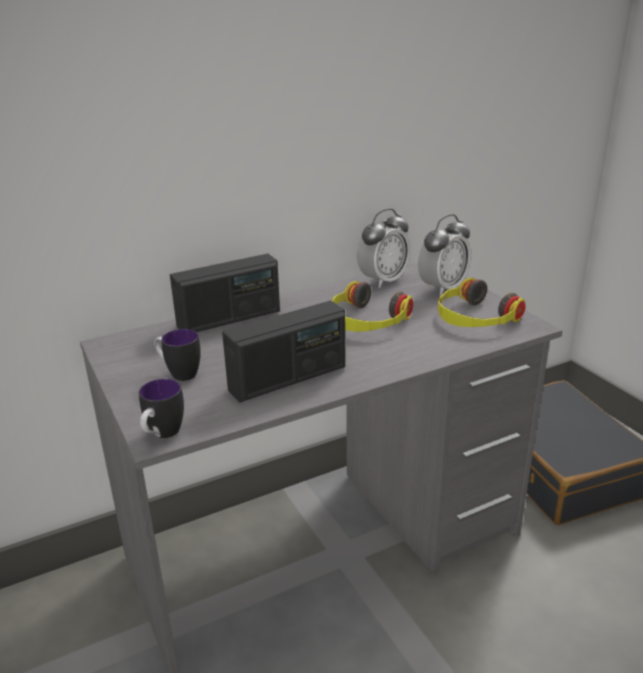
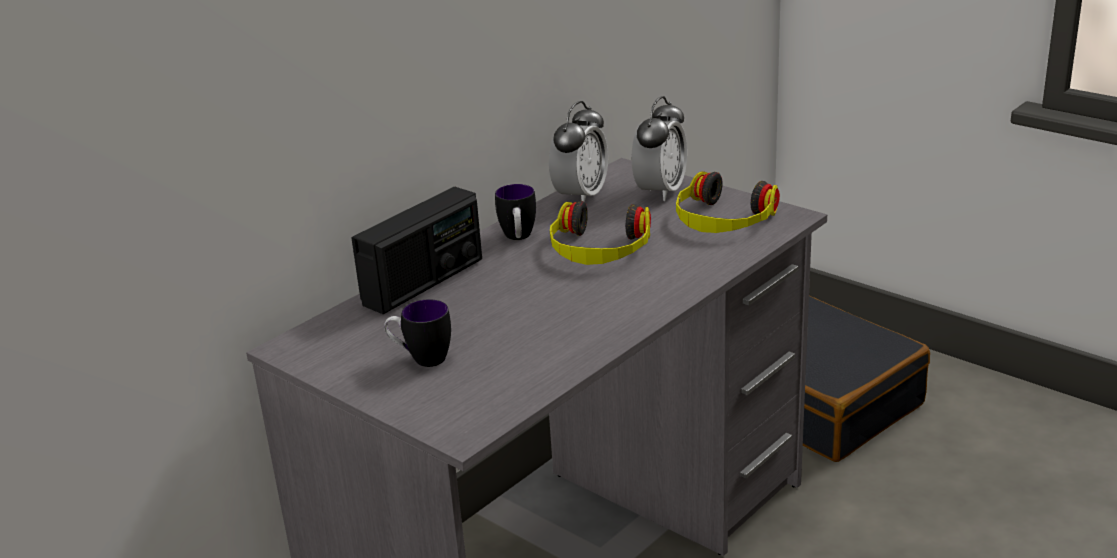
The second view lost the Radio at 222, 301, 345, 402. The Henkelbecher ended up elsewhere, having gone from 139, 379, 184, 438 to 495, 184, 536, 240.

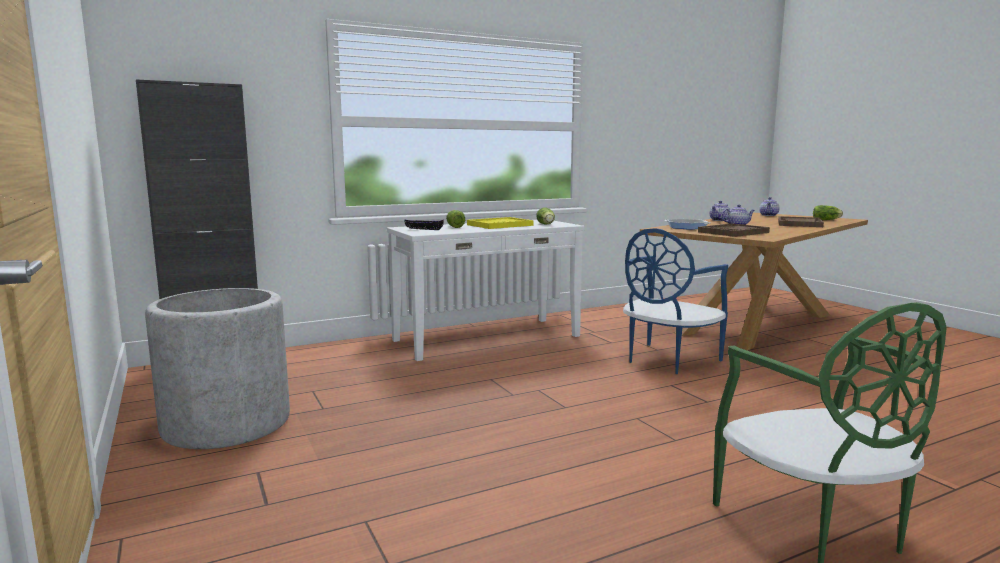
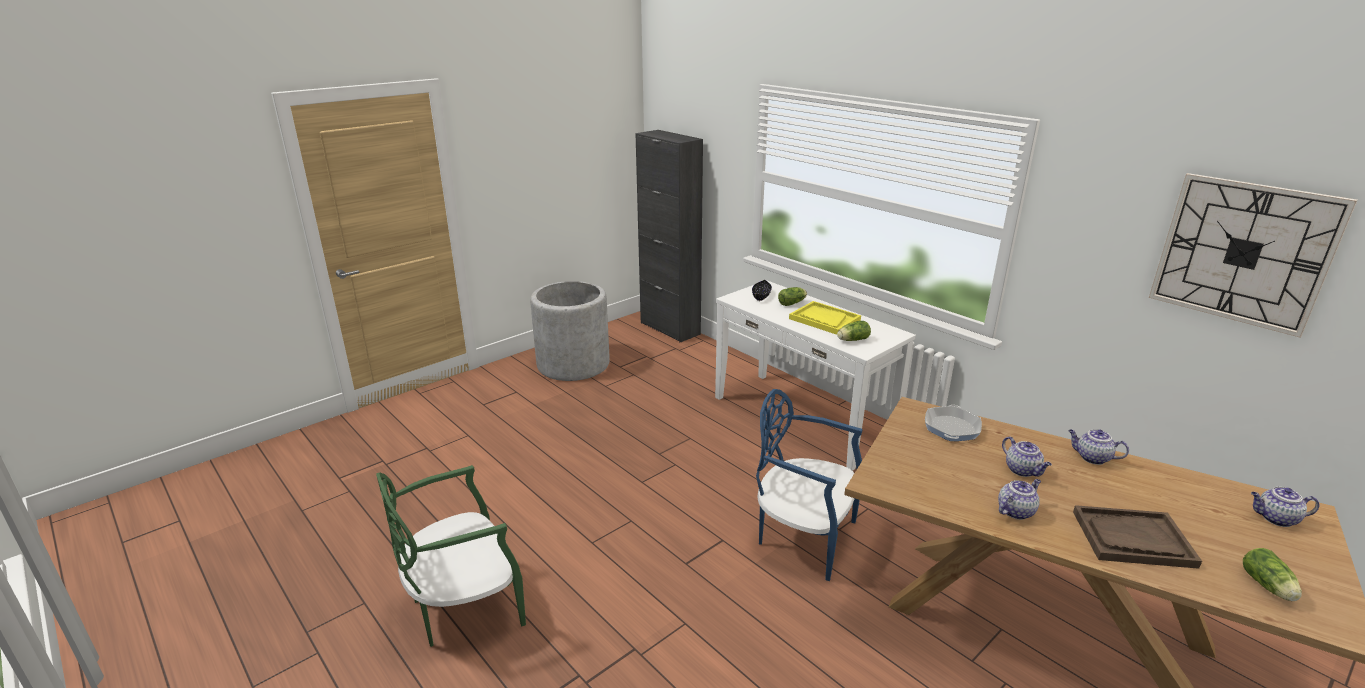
The second view lost the Tablett/braun at 698, 223, 770, 237. The second view gained the Wanduhr at 1149, 173, 1358, 337. The second view gained the Teekanne at 998, 479, 1041, 520.

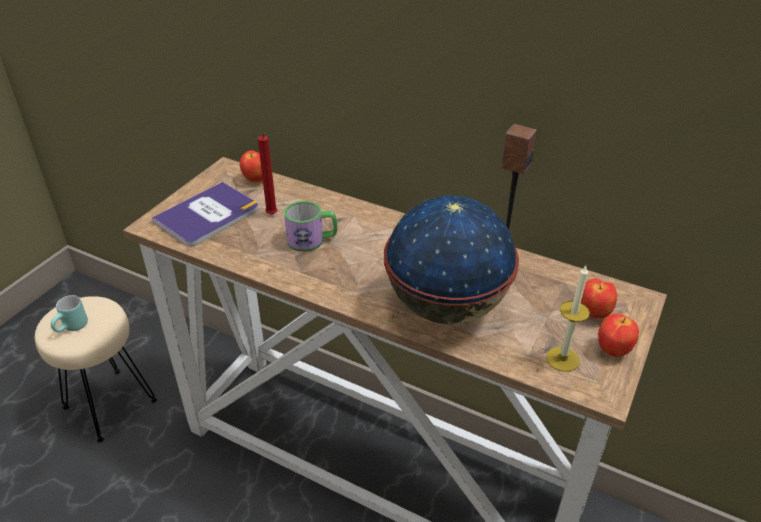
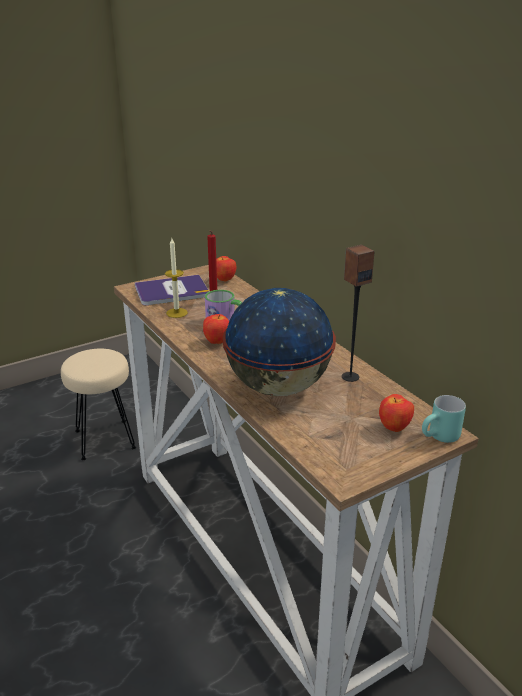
The Kerze ended up elsewhere, having gone from 546, 266, 590, 372 to 165, 238, 188, 318. The Henkelbecher/türkis ended up elsewhere, having gone from 51, 295, 88, 332 to 422, 395, 466, 443. The Apfel ended up elsewhere, having gone from 598, 314, 639, 357 to 203, 314, 229, 344.

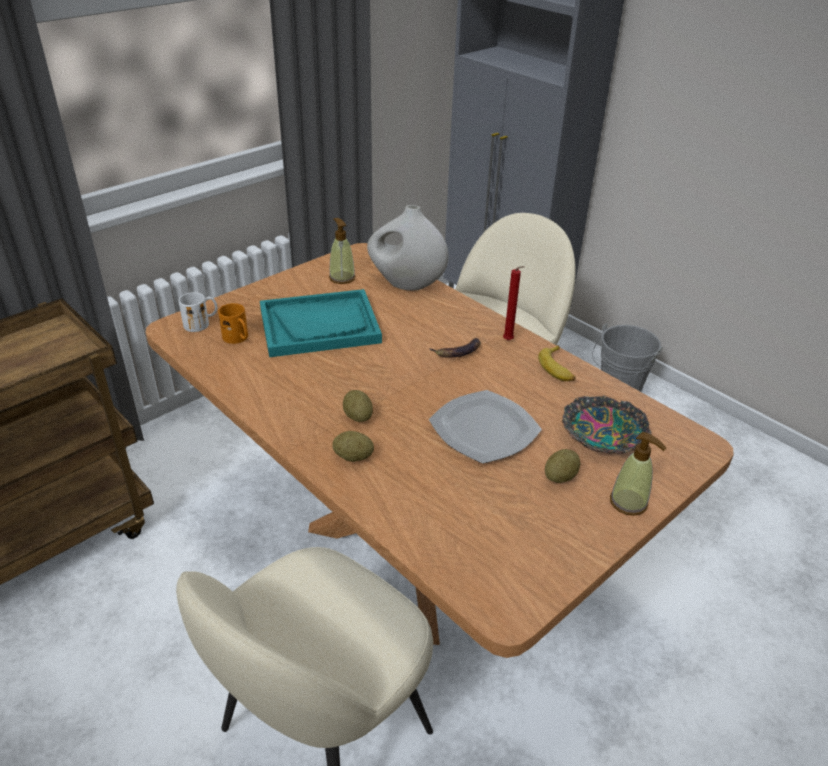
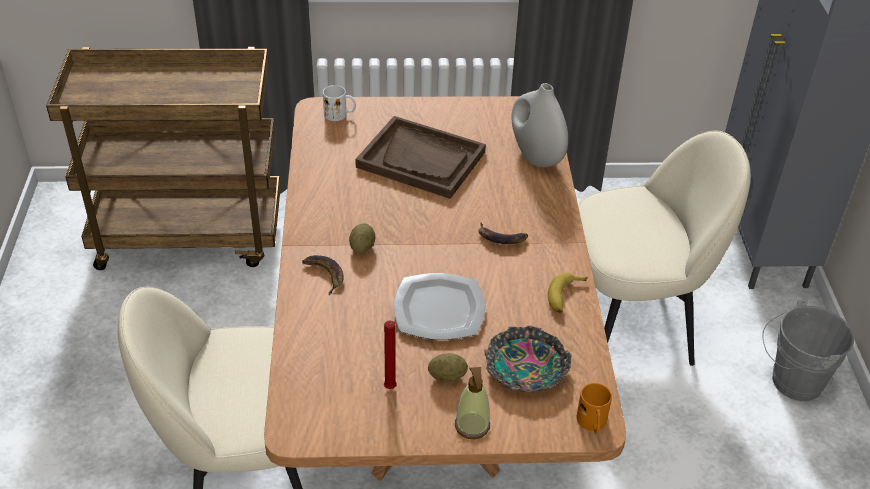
The second view lost the Seifenspender at 329, 218, 355, 284. The Kerze/rot ended up elsewhere, having gone from 503, 266, 525, 340 to 384, 320, 397, 389. What was the Tablett/türkis at 260, 289, 382, 357 turned into the Tablett/braun at 355, 116, 486, 199. The Henkelbecher/orange ended up elsewhere, having gone from 218, 303, 248, 344 to 576, 383, 612, 433. Where the Kartoffel stood at 332, 431, 374, 462, the Banane came to stand at 302, 255, 344, 295.

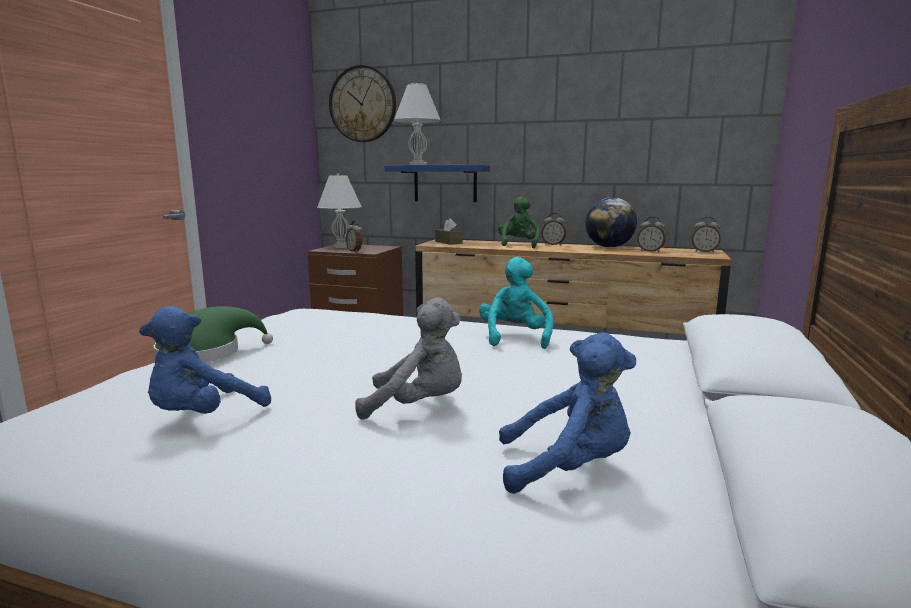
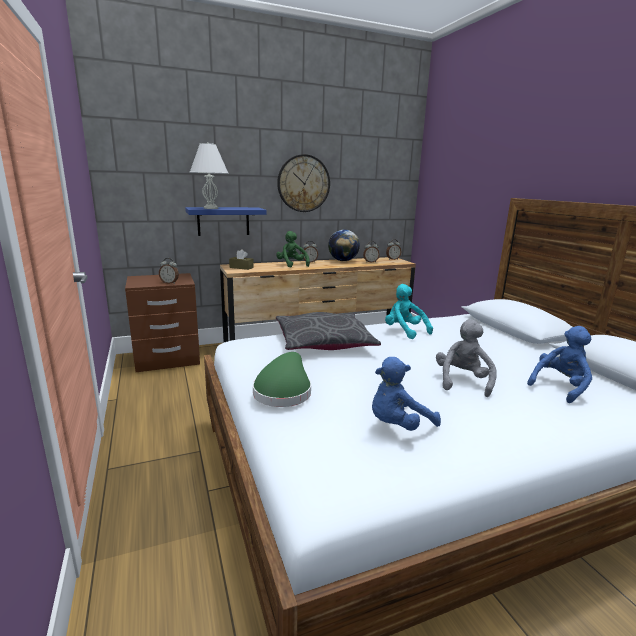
The Wanduhr ended up elsewhere, having gone from 329, 65, 396, 142 to 277, 154, 330, 212. The second view lost the Tischlampe/weiß at 317, 174, 362, 248. The Plüschtier/grau at 355, 298, 462, 420 ended up facing another way, 45 degrees counterclockwise from before. The Plüschtier/blau at 139, 306, 271, 414 ended up facing another way, 60 degrees clockwise from before. The second view gained the Kissen/grau at 276, 312, 381, 350.

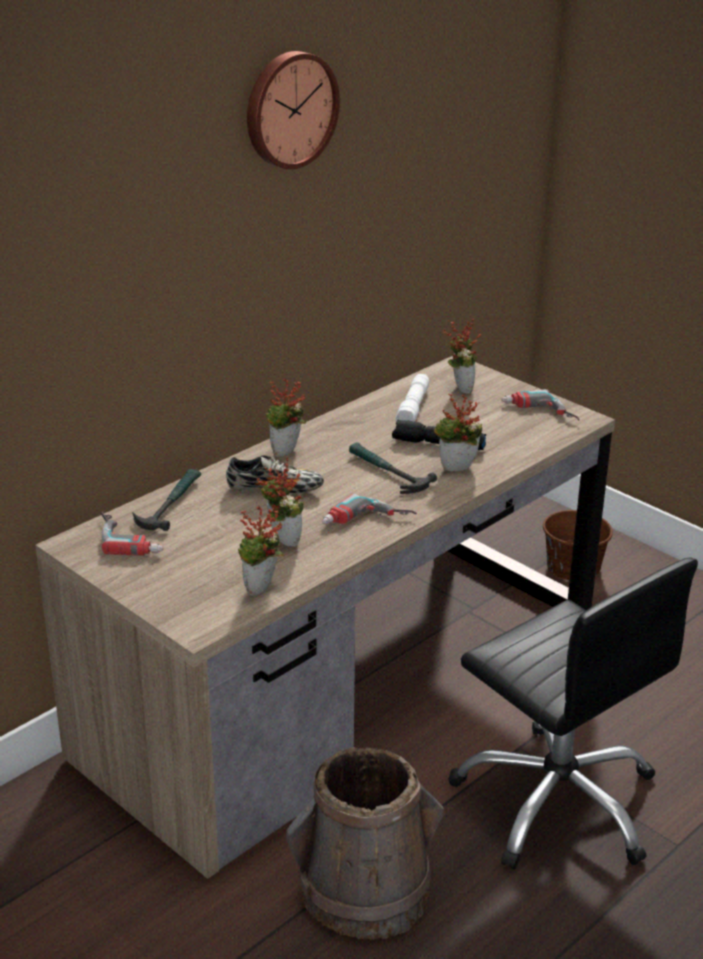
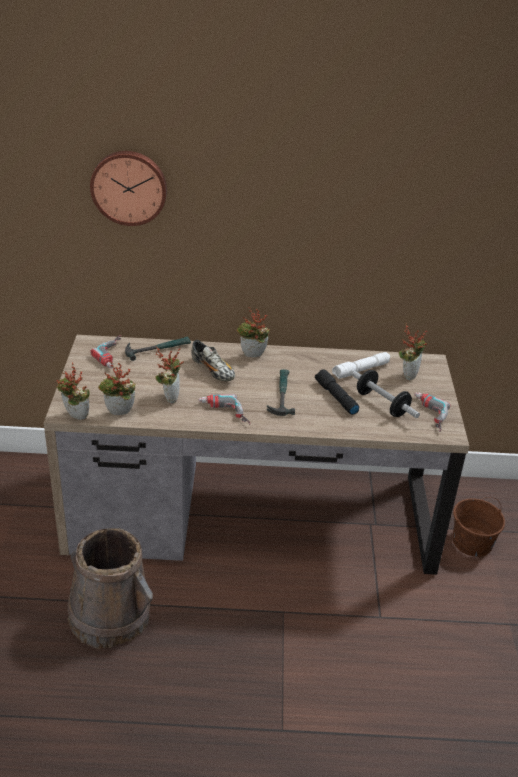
The Wanduhr ended up elsewhere, having gone from 247, 51, 340, 169 to 90, 151, 167, 226. The Topfpflanze ended up elsewhere, having gone from 434, 394, 482, 472 to 57, 362, 90, 420. The second view lost the Bürostuhl/schwarz at 448, 557, 698, 870. The second view gained the Hantel at 350, 370, 420, 418.

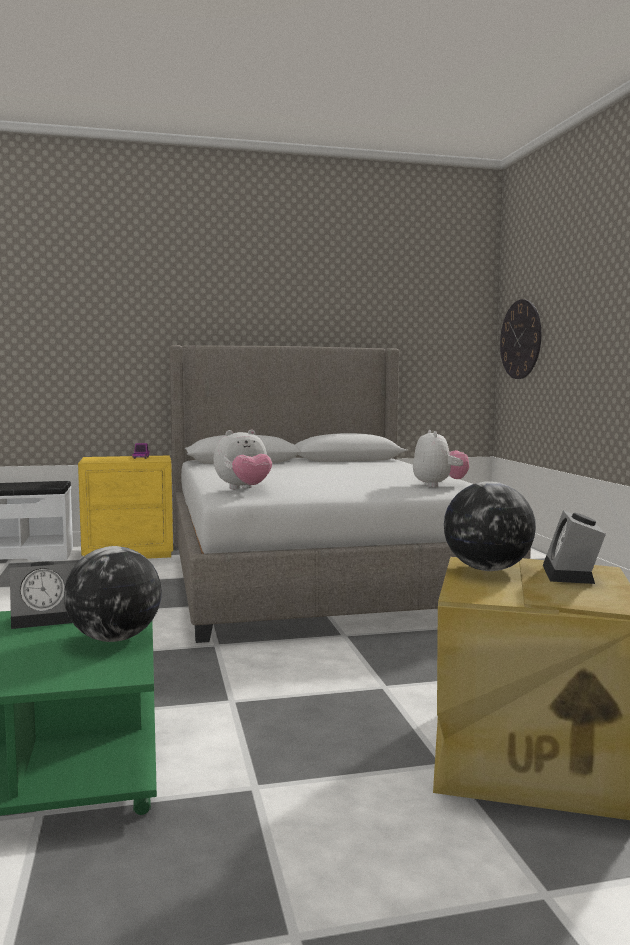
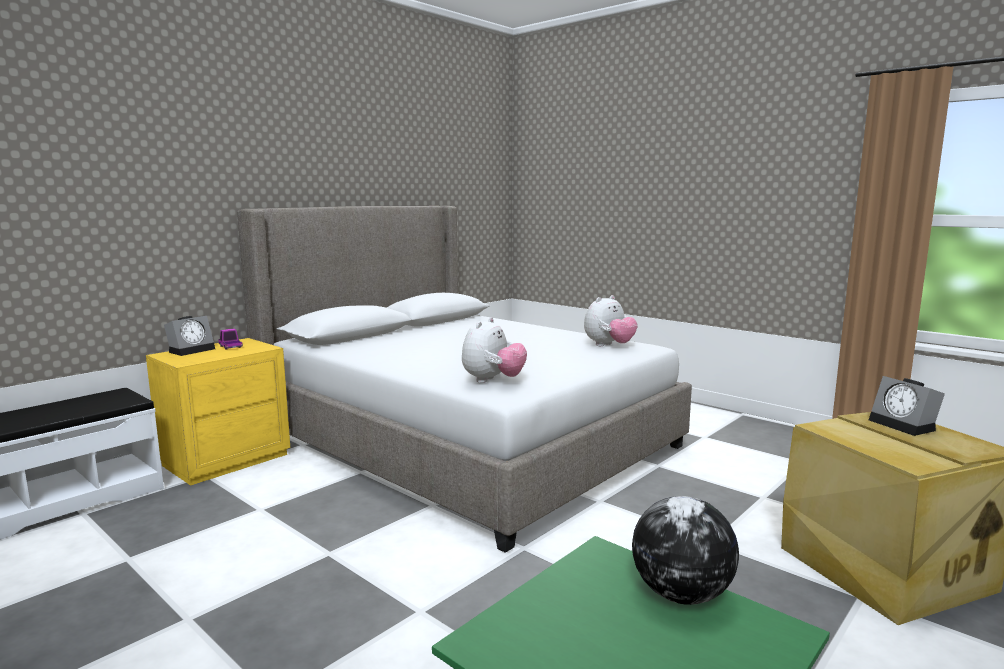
The second view lost the Wanduhr at 500, 299, 541, 379. The Plüschtier at 413, 430, 469, 487 ended up facing another way, 90 degrees clockwise from before. The second view lost the Globus at 444, 481, 536, 571. The Wecker ended up elsewhere, having gone from 10, 561, 74, 629 to 164, 316, 215, 356.

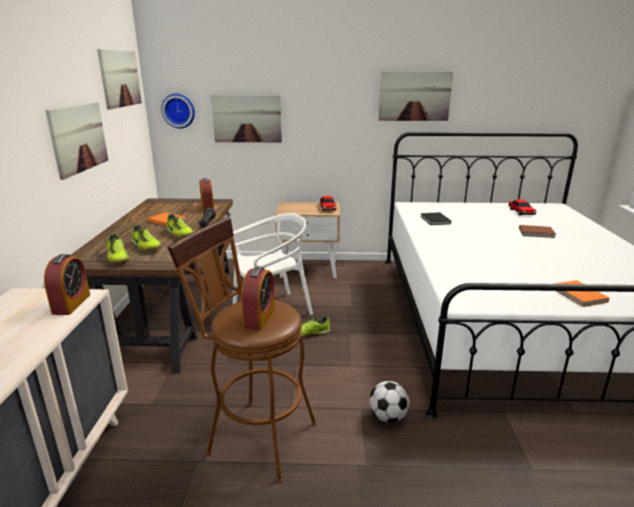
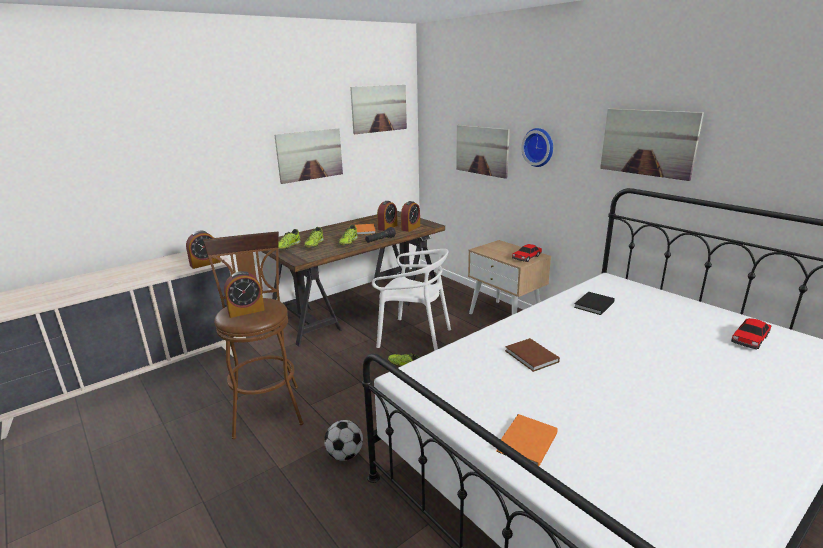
The Wanduhr ended up elsewhere, having gone from 161, 94, 195, 128 to 521, 128, 553, 167. The Buch/braun ended up elsewhere, having gone from 519, 225, 556, 238 to 505, 338, 560, 372. The second view gained the Wecker at 377, 201, 397, 231.

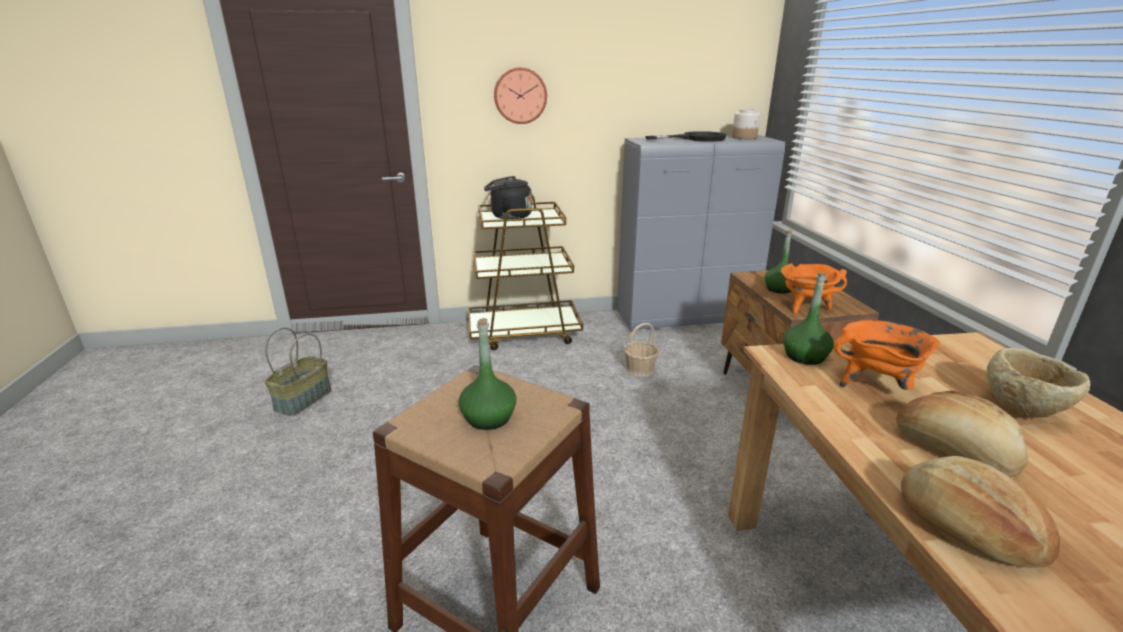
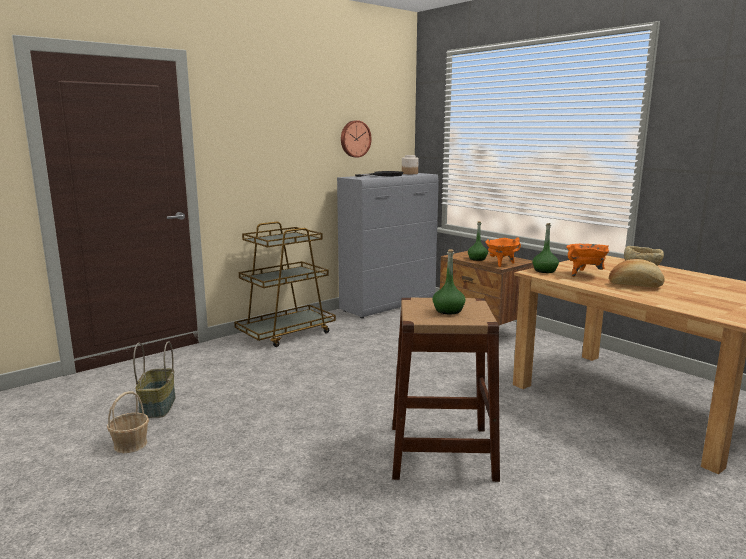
The Wanduhr ended up elsewhere, having gone from 494, 67, 547, 124 to 341, 120, 372, 158. The second view lost the Wasserkessel/schwarz at 484, 176, 532, 219. The Korb ended up elsewhere, having gone from 624, 323, 659, 377 to 107, 391, 149, 453. The second view lost the Brot at 901, 456, 1060, 568.

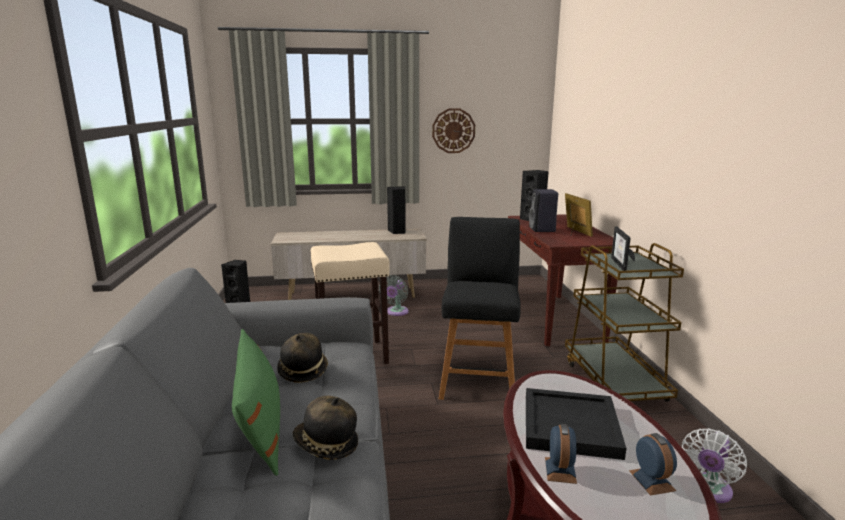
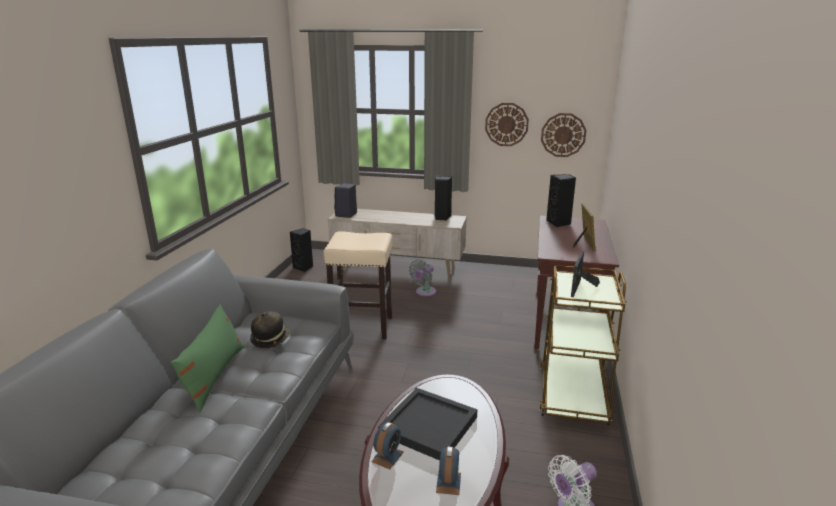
The Lautsprecher/schwarz ended up elsewhere, having gone from 529, 189, 558, 232 to 334, 183, 357, 218. The second view lost the Hocker/schwarz at 439, 217, 521, 400. The second view lost the Hut at 293, 396, 358, 460. The second view gained the Wanduhr at 541, 113, 586, 157.

